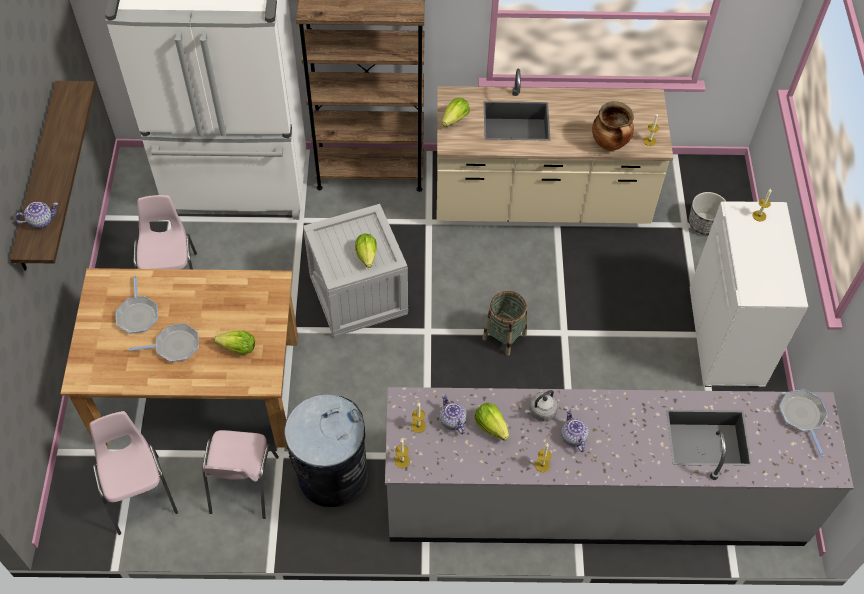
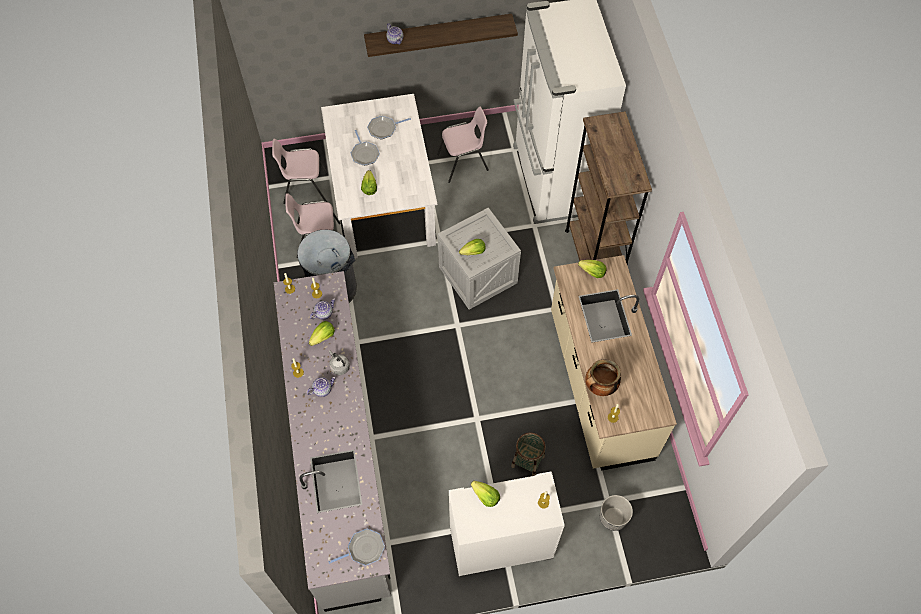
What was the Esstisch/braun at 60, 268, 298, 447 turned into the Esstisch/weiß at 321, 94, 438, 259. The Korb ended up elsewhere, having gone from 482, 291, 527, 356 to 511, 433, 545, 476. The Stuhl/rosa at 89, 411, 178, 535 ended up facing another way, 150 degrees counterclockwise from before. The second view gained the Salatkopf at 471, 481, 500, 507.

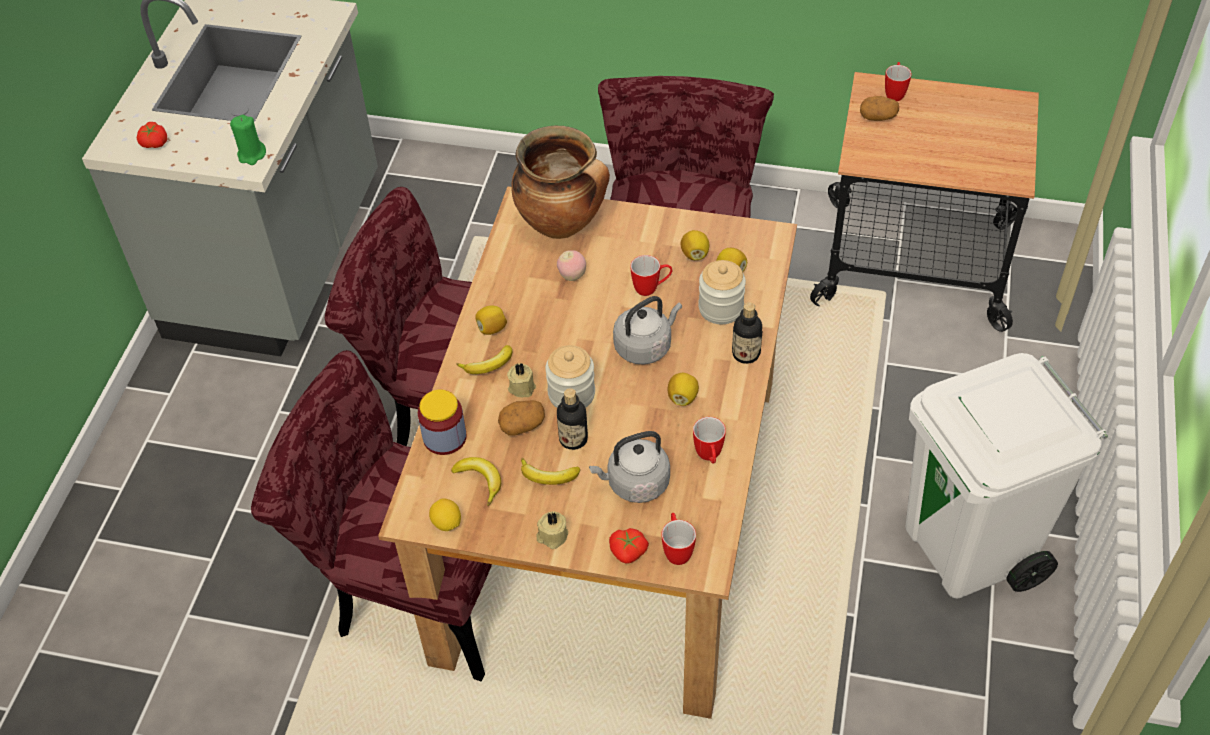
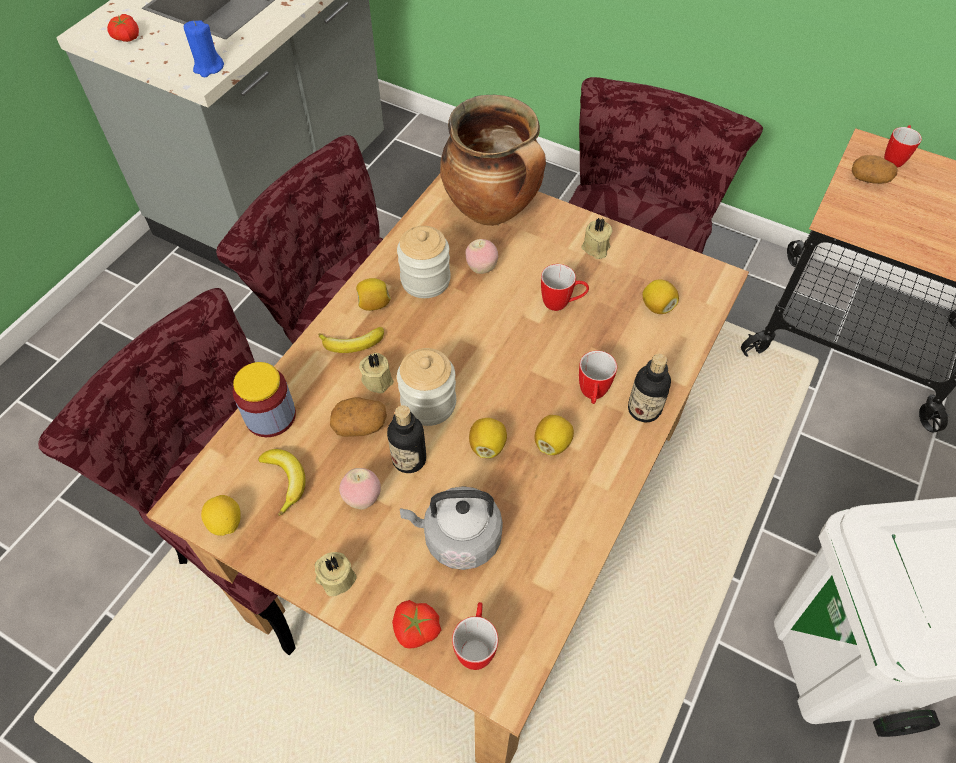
What was the Kerze/grün at 230, 115, 266, 165 turned into the Kerze/blau at 184, 20, 224, 78. The Zitrone ended up elsewhere, having gone from 680, 230, 709, 260 to 469, 418, 507, 458. The Vorratsglas ended up elsewhere, having gone from 698, 260, 746, 324 to 397, 226, 451, 298. The second view lost the Wasserkessel/grau at 613, 296, 682, 365. The Henkelbecher ended up elsewhere, having gone from 693, 417, 726, 464 to 579, 350, 617, 404. Where the Banane stood at 521, 458, 580, 485, the Apfel came to stand at 339, 468, 381, 510. The second view gained the Kerze/beige at 582, 218, 613, 259.

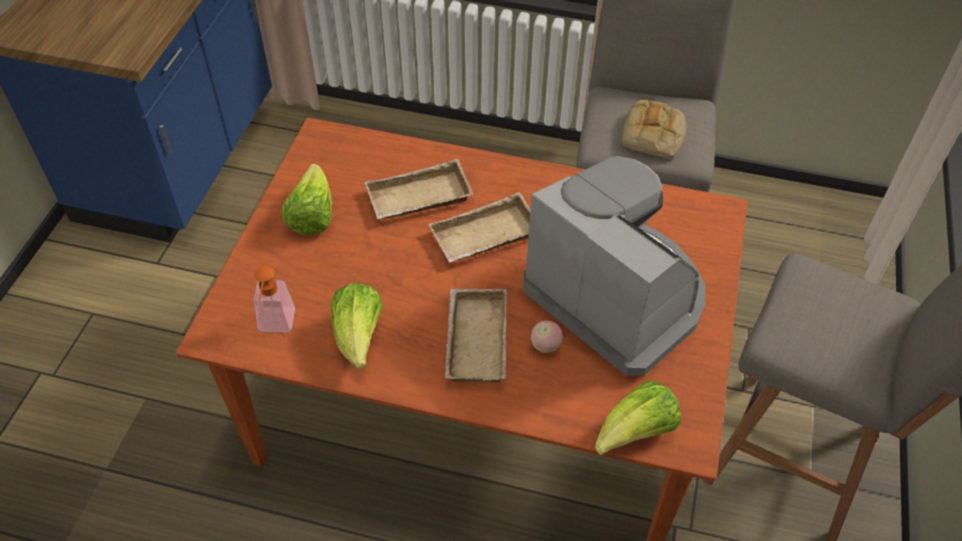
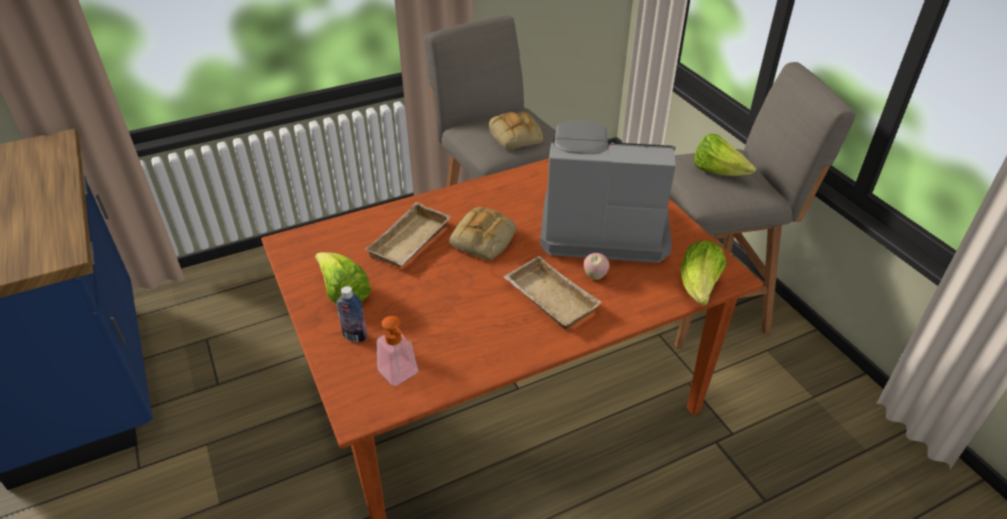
Where the Tablett/beige stood at 428, 192, 531, 263, the Brot came to stand at 449, 207, 516, 260. The Salatkopf ended up elsewhere, having gone from 331, 283, 383, 369 to 694, 134, 756, 176. The second view gained the Flasche at 336, 286, 368, 342.

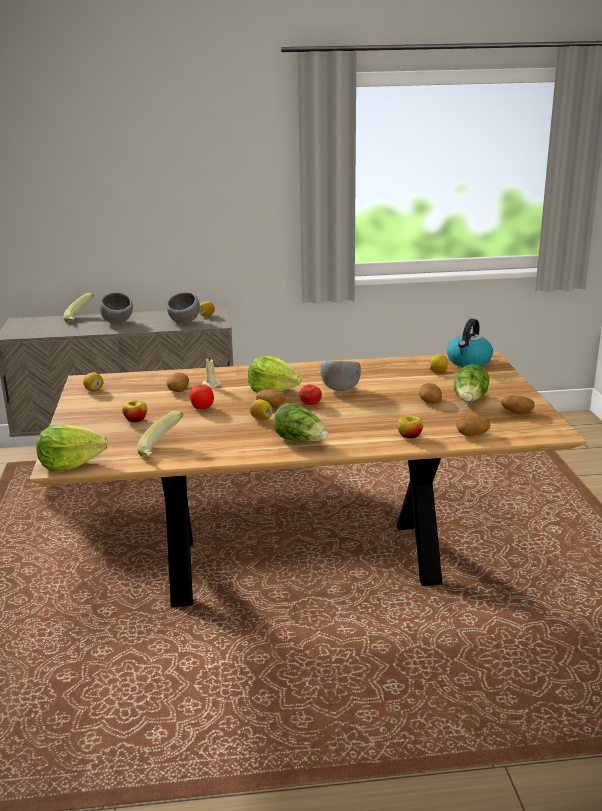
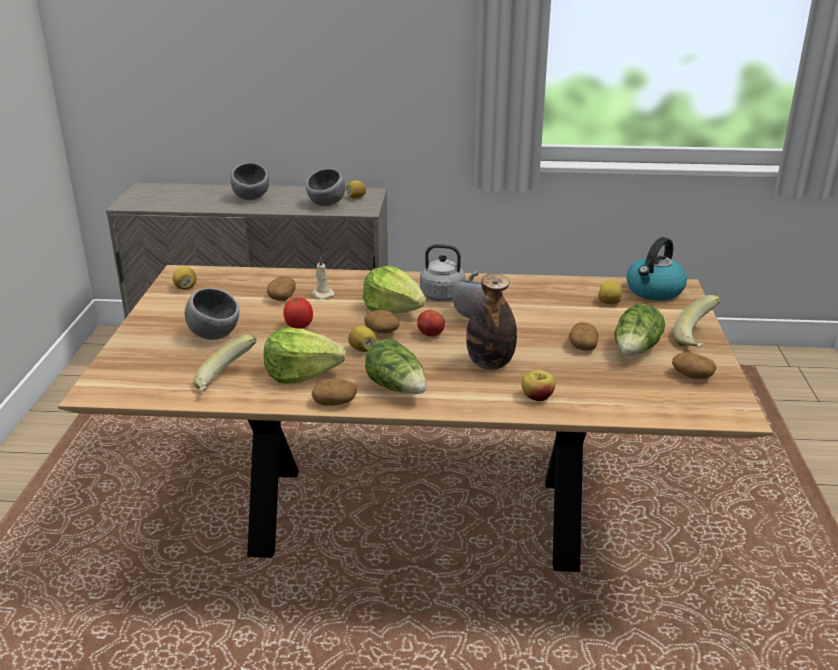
The Banane ended up elsewhere, having gone from 63, 293, 94, 322 to 673, 295, 720, 348. Where the Apfel stood at 122, 400, 147, 422, the Schüssel/grau came to stand at 185, 288, 239, 340. The Kartoffel ended up elsewhere, having gone from 456, 416, 490, 436 to 312, 378, 357, 406. The Salatkopf ended up elsewhere, having gone from 36, 425, 108, 472 to 263, 328, 346, 384. The second view gained the Wasserkessel/grau at 420, 244, 478, 301. The second view gained the Flasche at 466, 273, 517, 370.

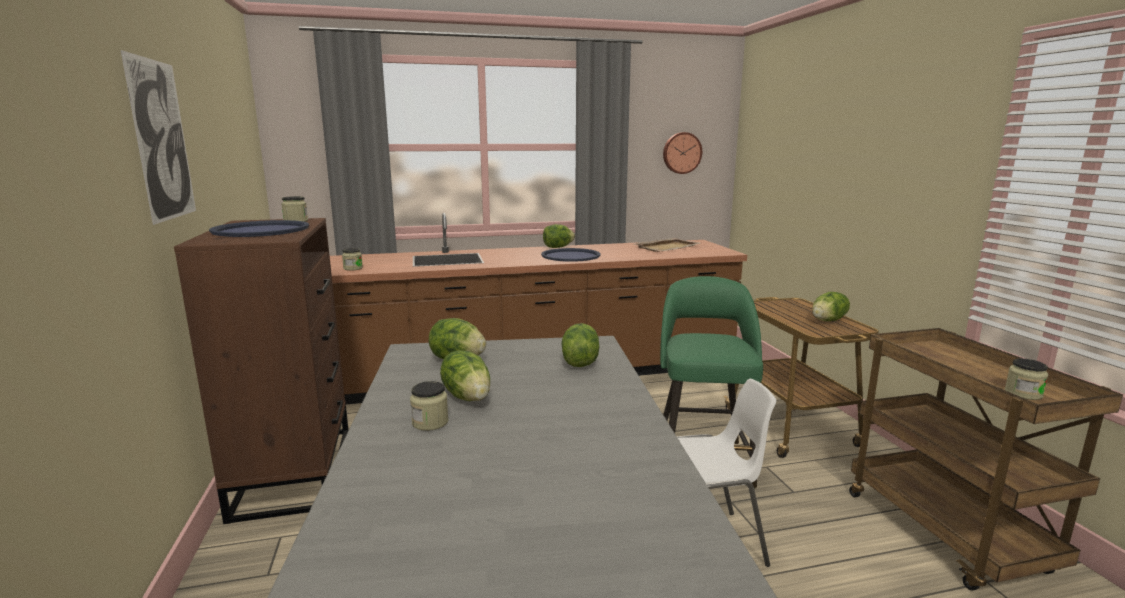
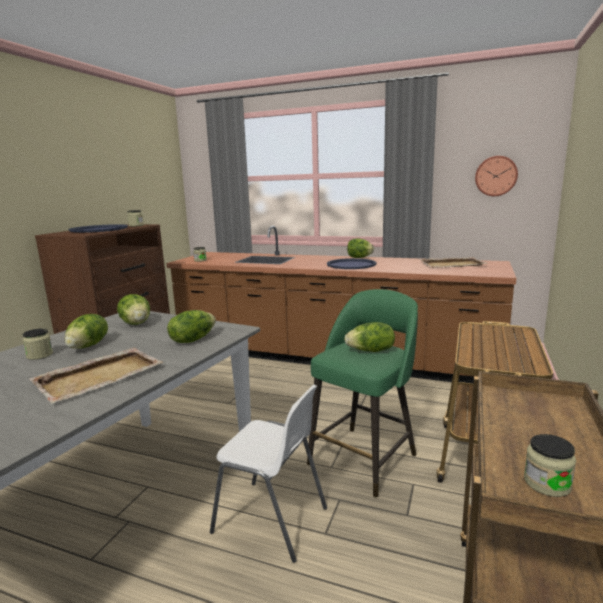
The second view lost the Bild at 121, 50, 196, 225. The Salatkopf ended up elsewhere, having gone from 812, 292, 850, 321 to 344, 322, 395, 352. The second view gained the Tablett/beige at 29, 347, 163, 403.

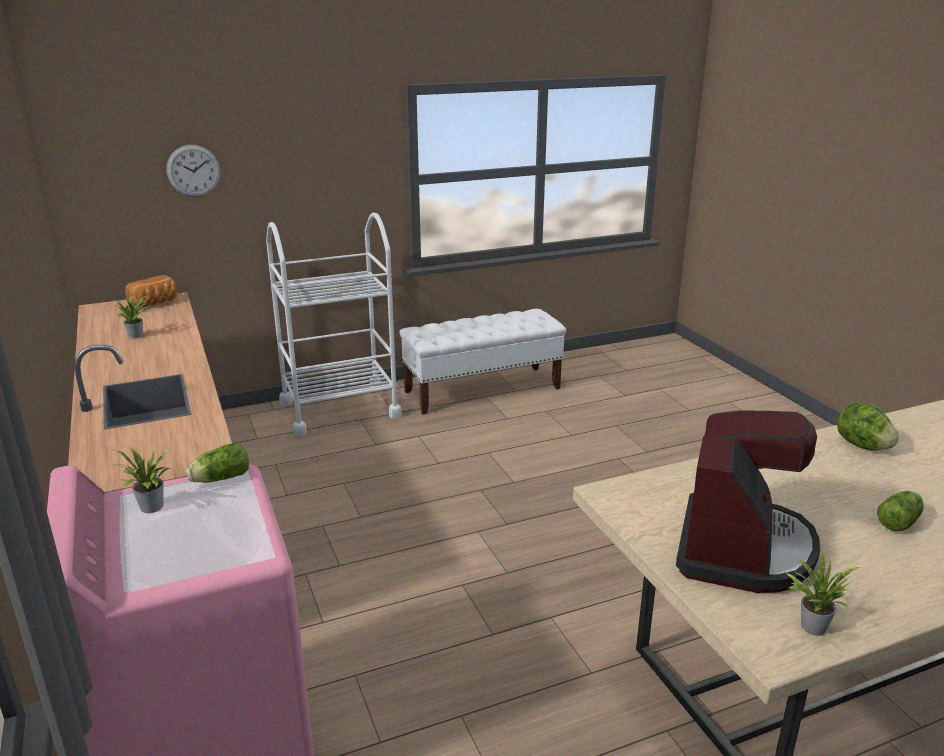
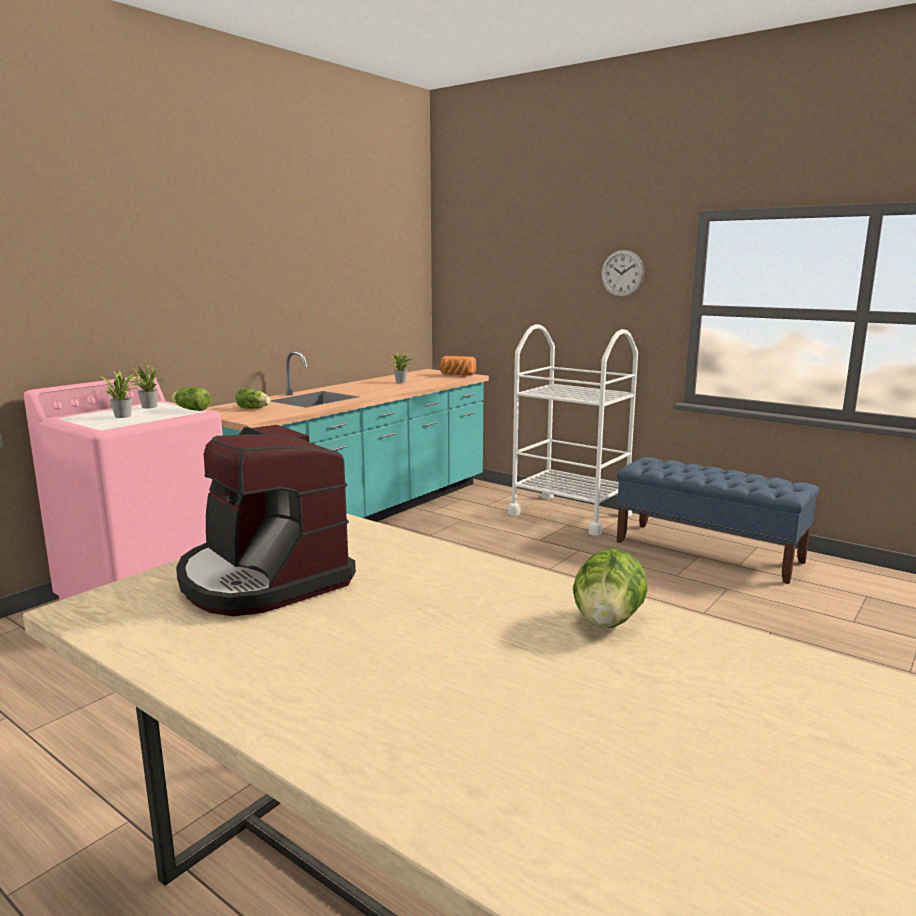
The Wanduhr ended up elsewhere, having gone from 166, 145, 220, 197 to 601, 250, 644, 297. What was the Bank/weiß at 399, 309, 566, 415 turned into the Bank/blau at 617, 457, 819, 584. The Kaffeemaschine at 676, 410, 820, 593 ended up facing another way, 60 degrees clockwise from before. The Salatkopf ended up elsewhere, having gone from 877, 491, 924, 531 to 235, 389, 271, 409. The Topfpflanze ended up elsewhere, having gone from 785, 552, 860, 636 to 100, 371, 140, 418.

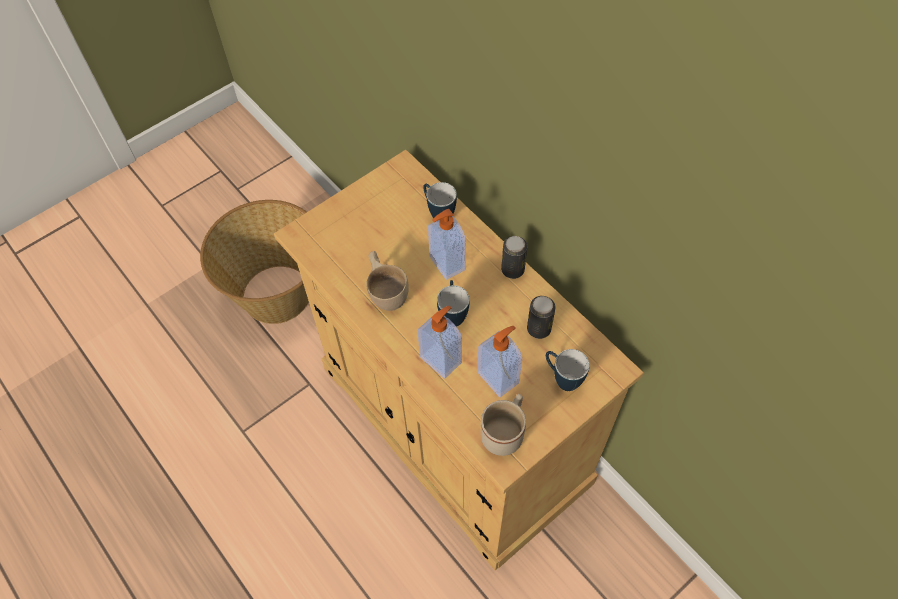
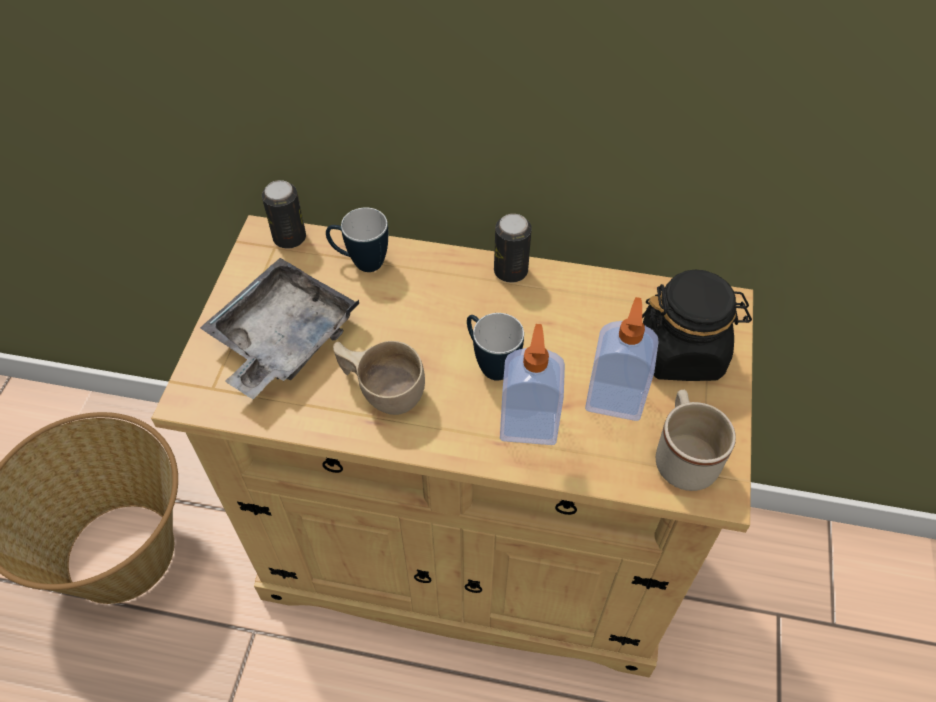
The second view lost the Seifenspender at 428, 209, 466, 280. The Dose ended up elsewhere, having gone from 527, 296, 555, 339 to 262, 180, 306, 248. Where the Henkelbecher stood at 546, 349, 590, 391, the Vorratsglas/schwarz came to stand at 642, 270, 752, 381. The second view gained the Tablett/grau at 200, 258, 360, 399.

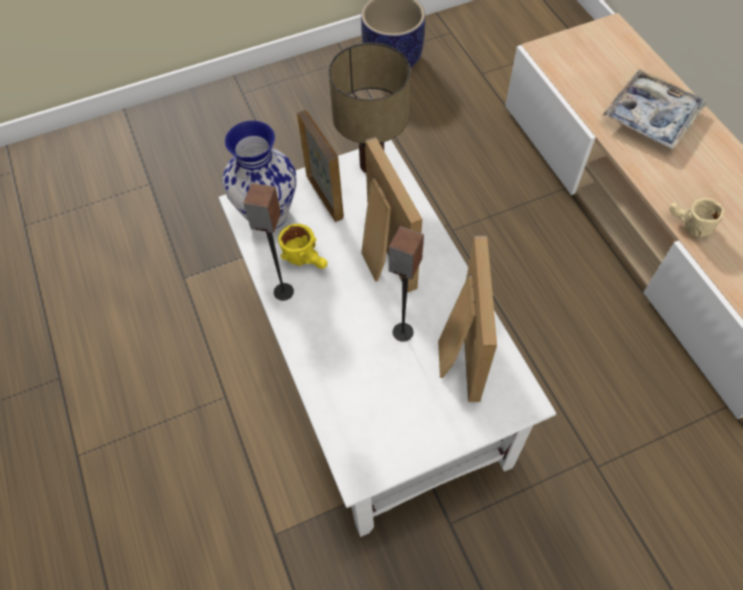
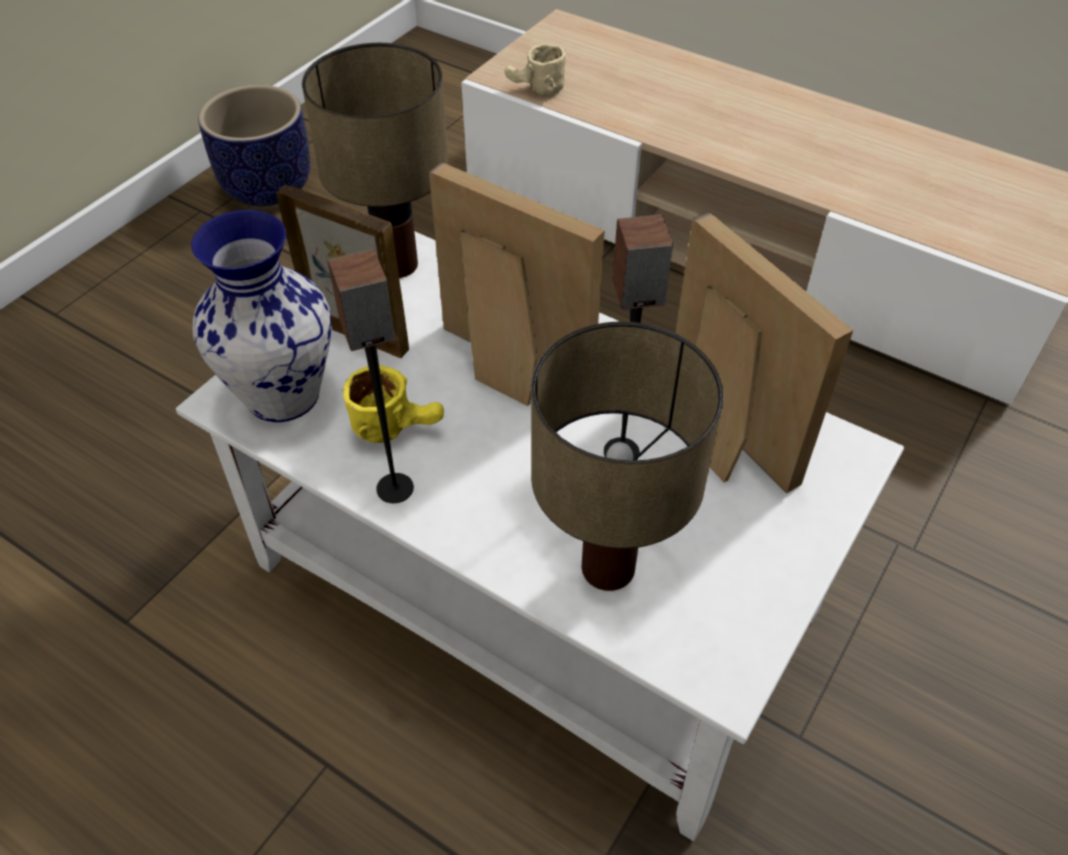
The second view lost the Tablett at 602, 69, 706, 150. The Henkelbecher/beige ended up elsewhere, having gone from 669, 198, 724, 238 to 505, 43, 566, 96. The second view gained the Tischlampe at 531, 322, 724, 591.

